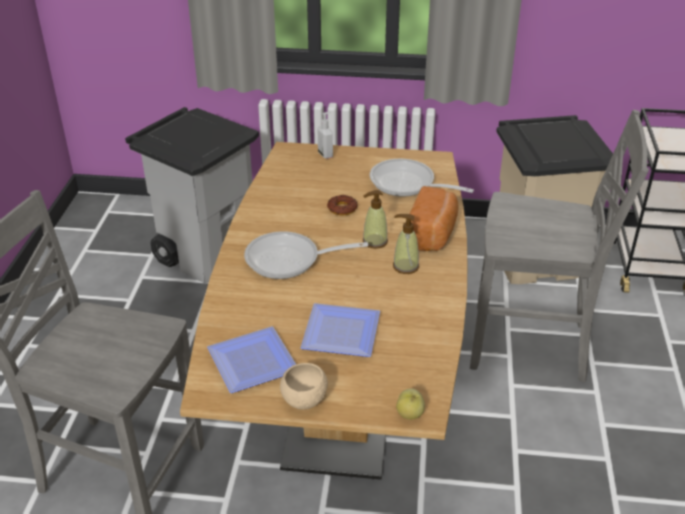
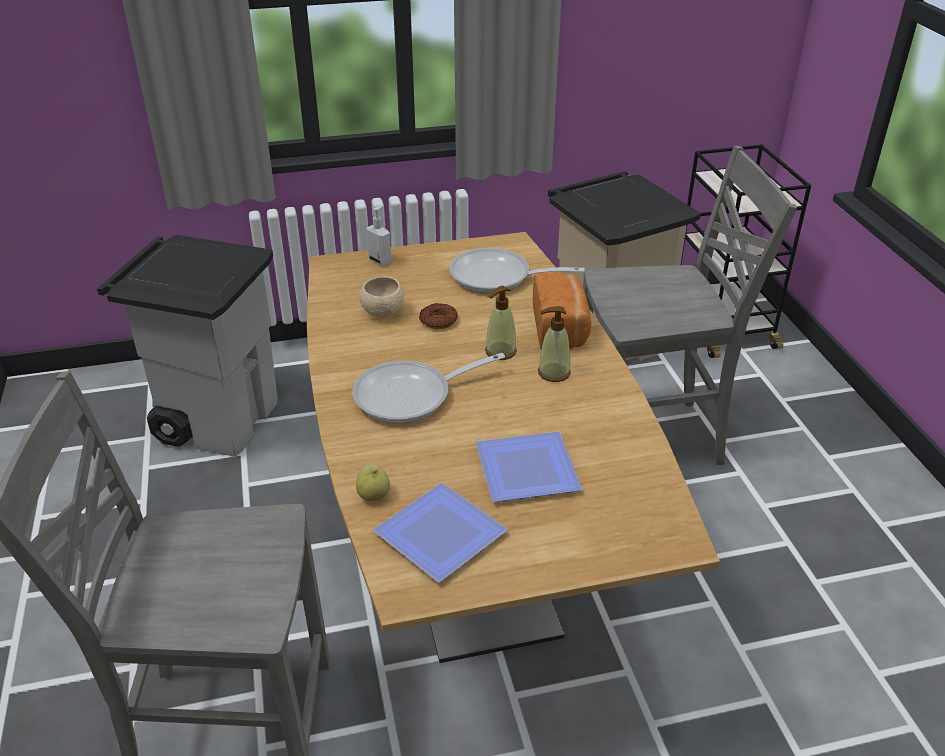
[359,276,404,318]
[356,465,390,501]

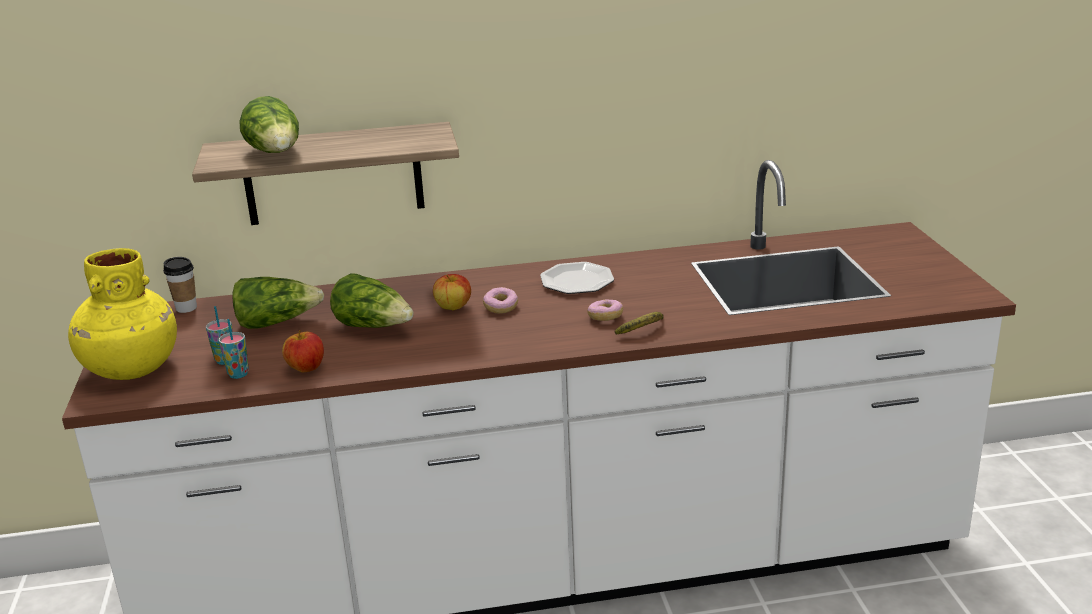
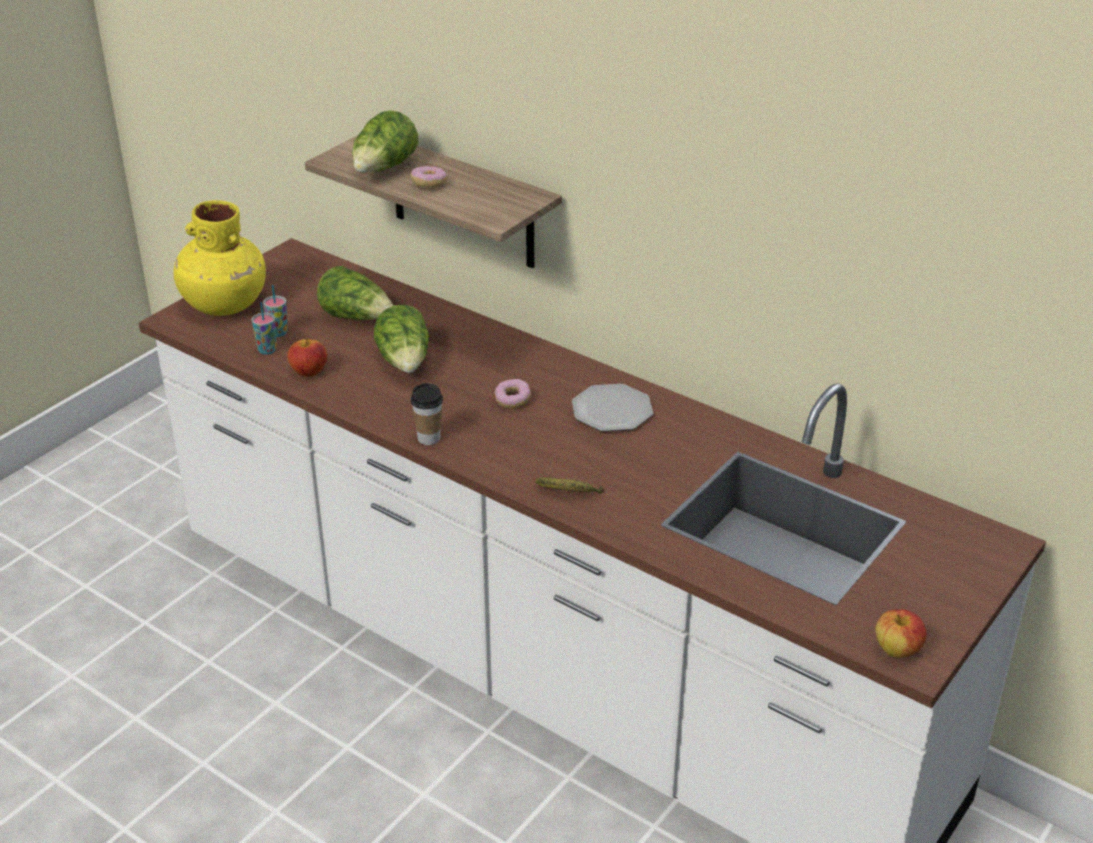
[411,383,443,445]
[875,609,927,658]
[411,166,447,188]

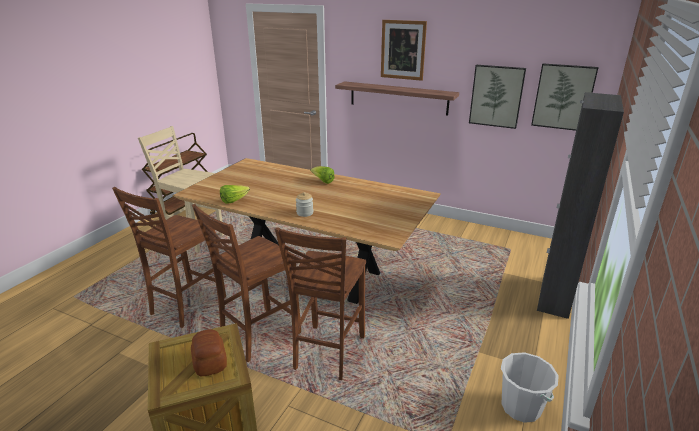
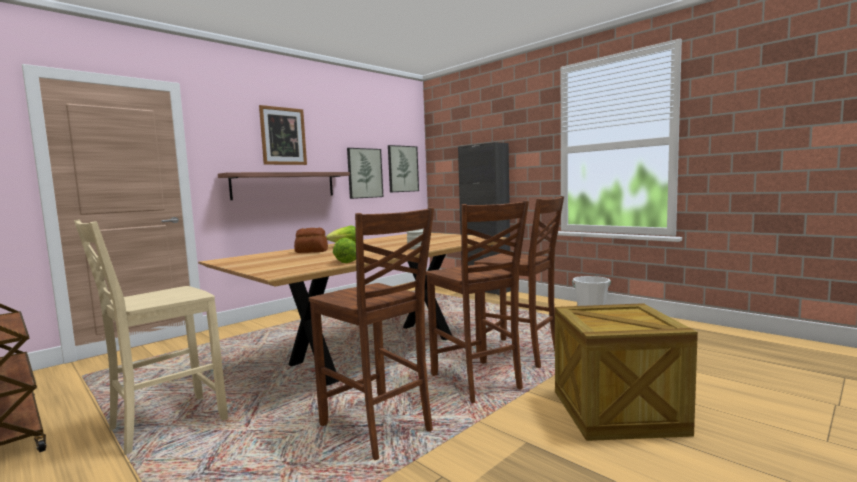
[294,228,328,253]

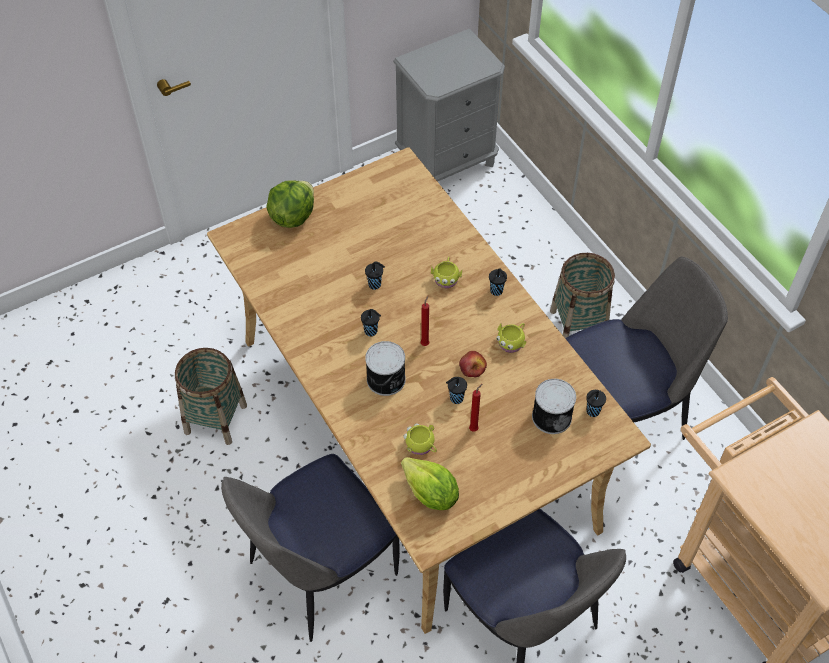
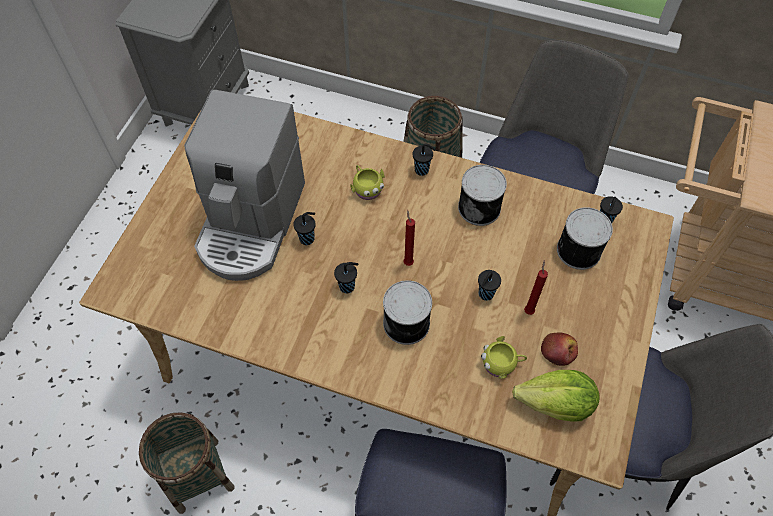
[266,180,314,228] (first image)
[184,89,305,281]
[541,332,578,366]
[458,165,507,226]

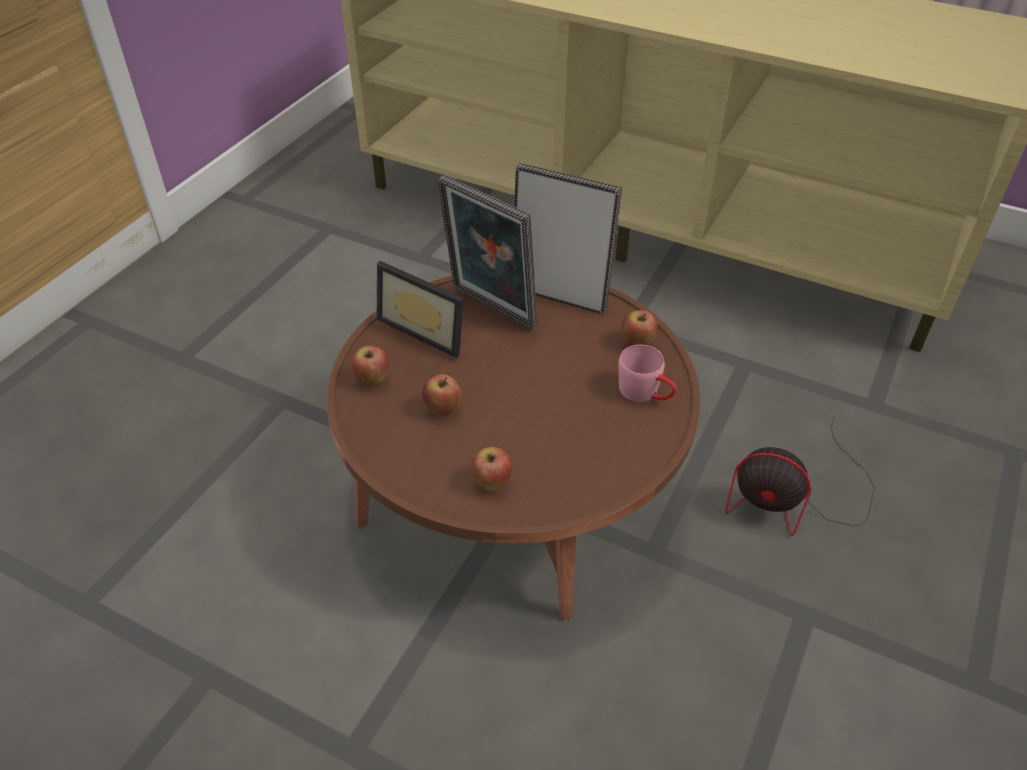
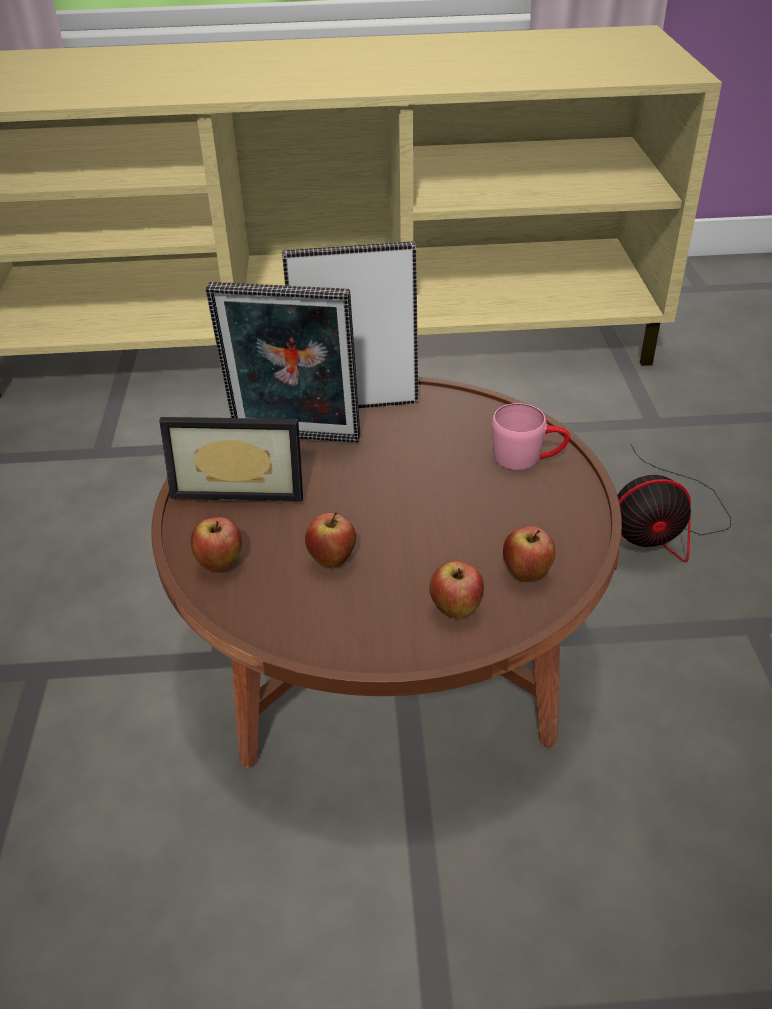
[503,526,555,582]

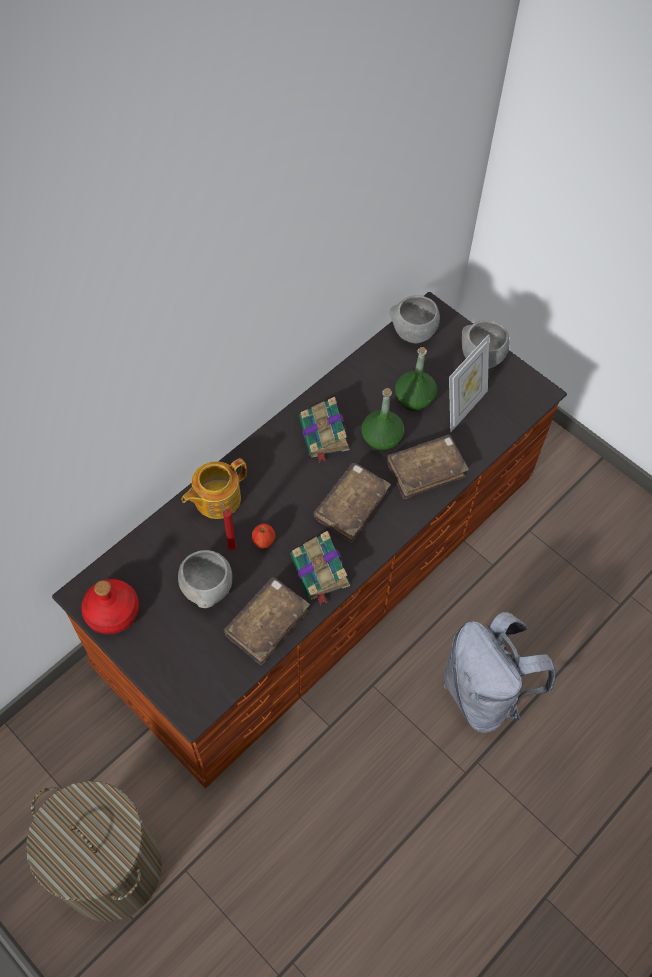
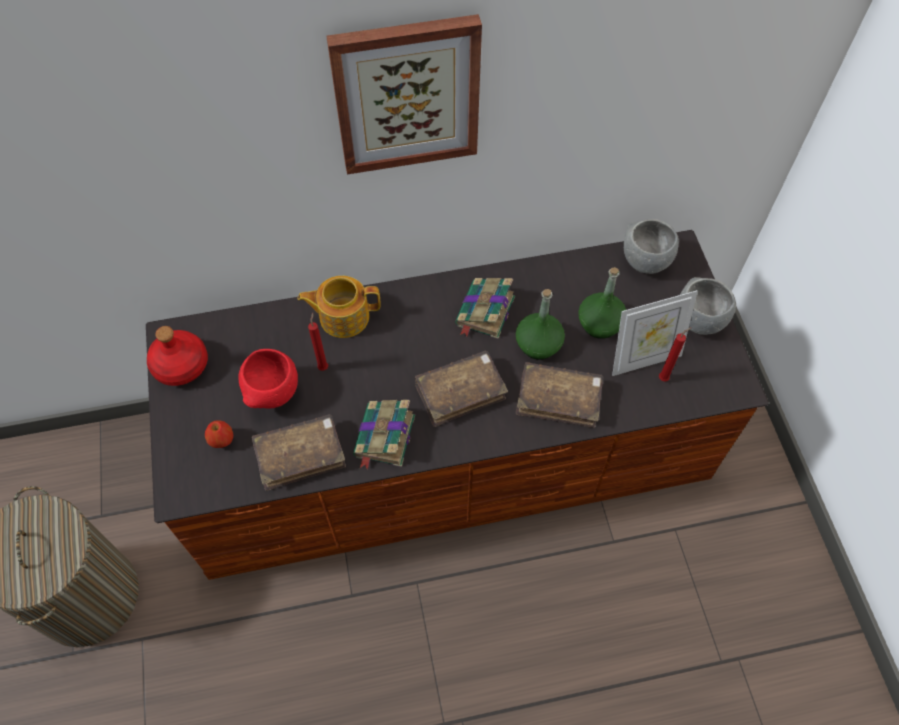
[443,612,556,733] (first image)
[326,14,482,175]
[659,327,691,382]
[205,421,233,448]
[239,349,298,409]

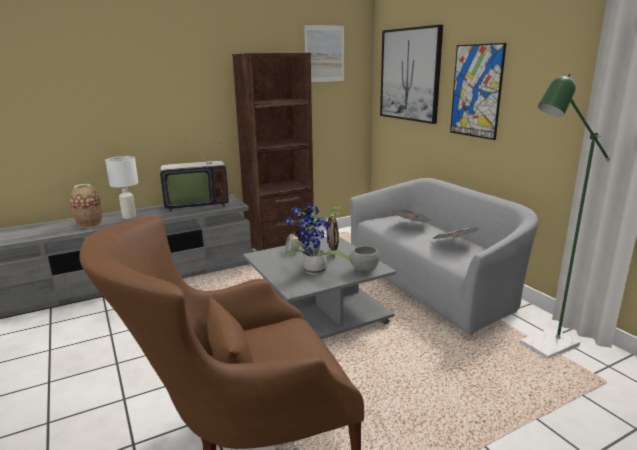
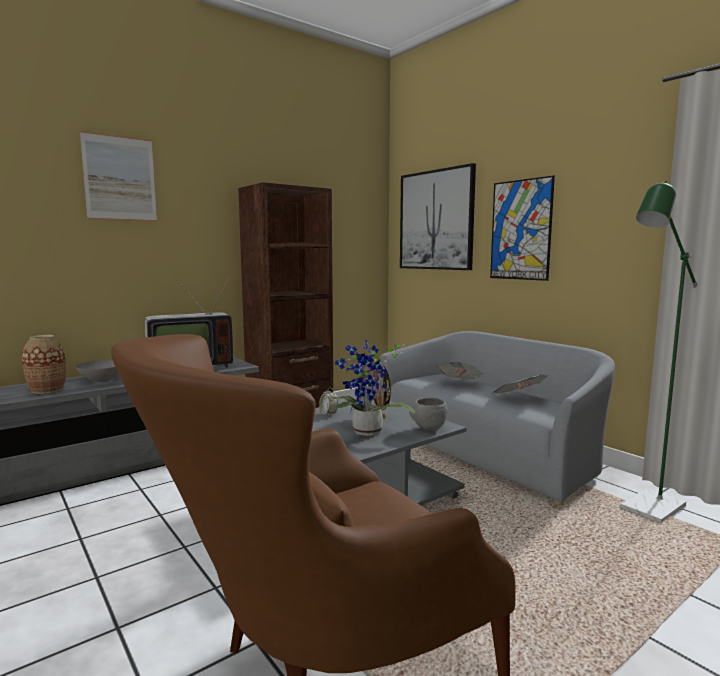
[80,130,157,222]
[76,360,118,382]

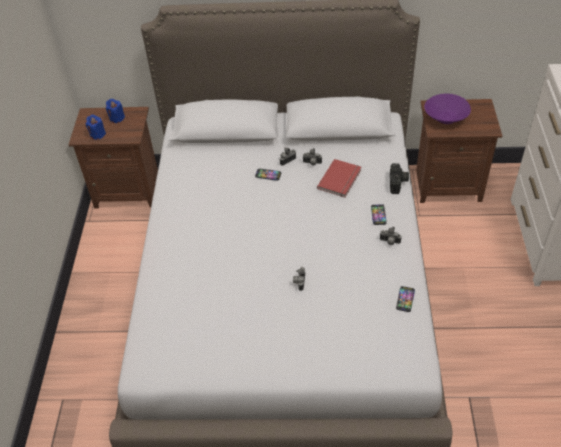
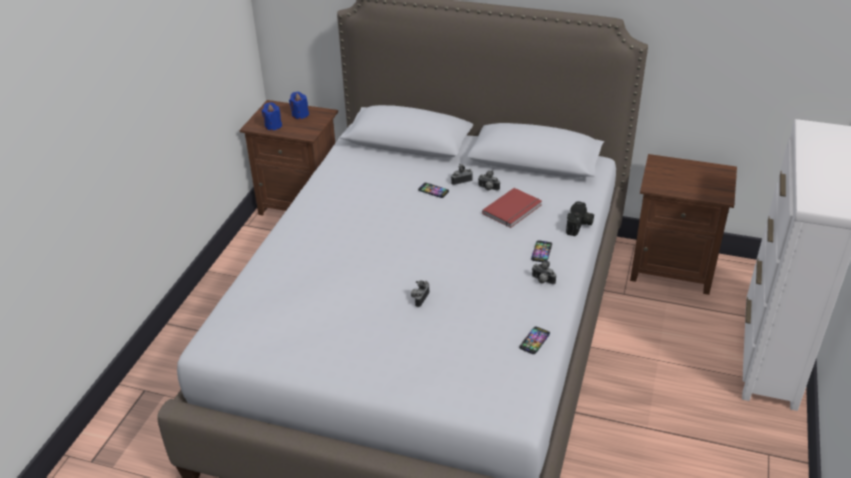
[424,93,471,124] (first image)

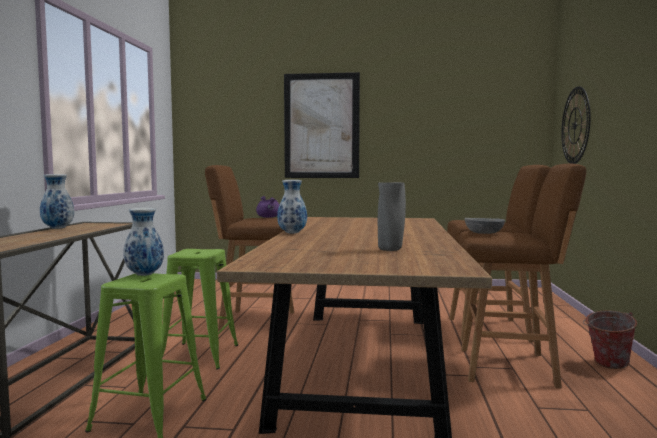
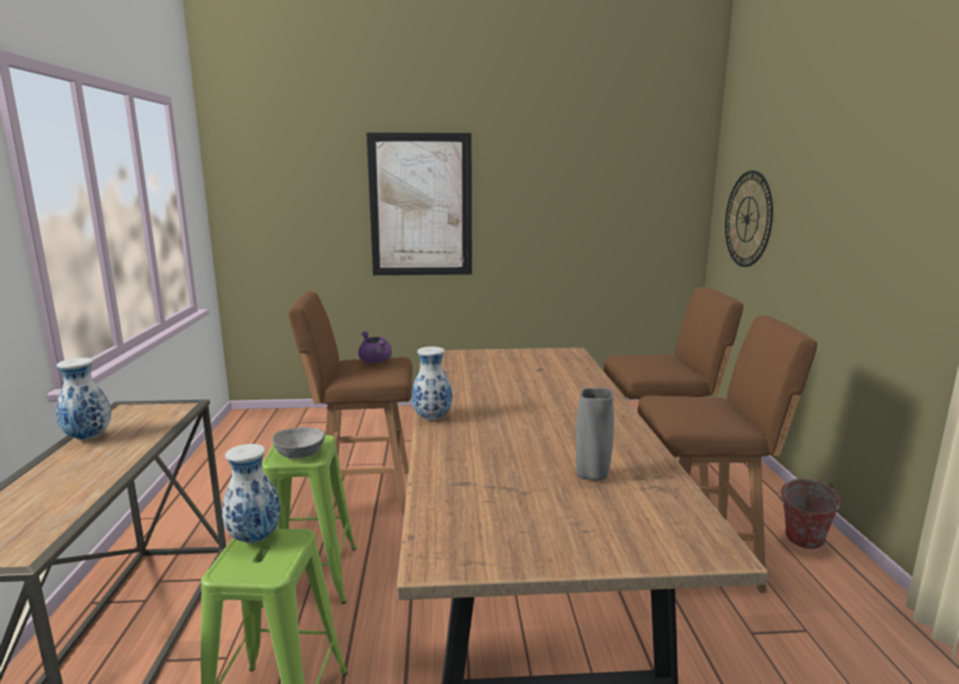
[272,427,325,459]

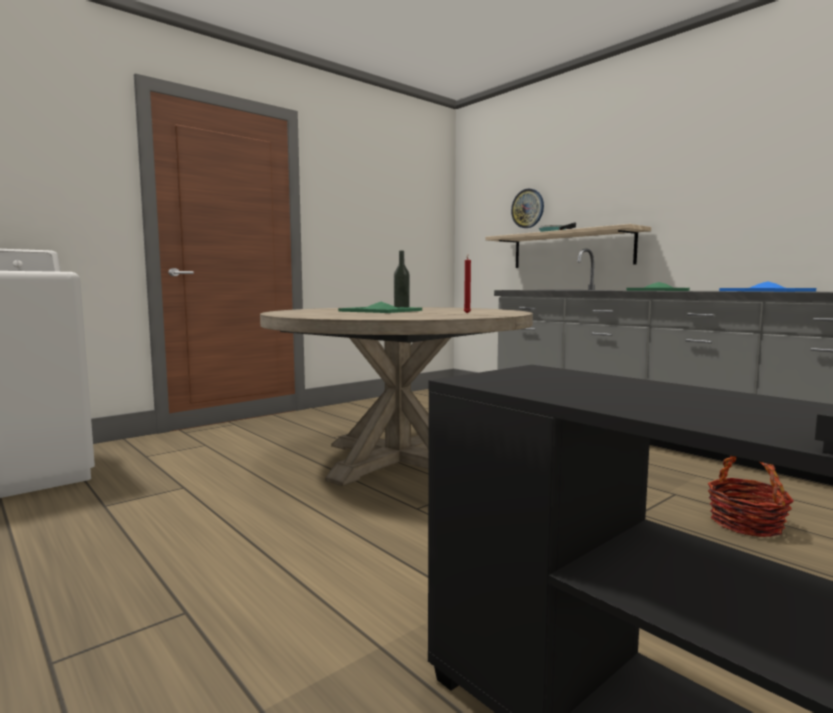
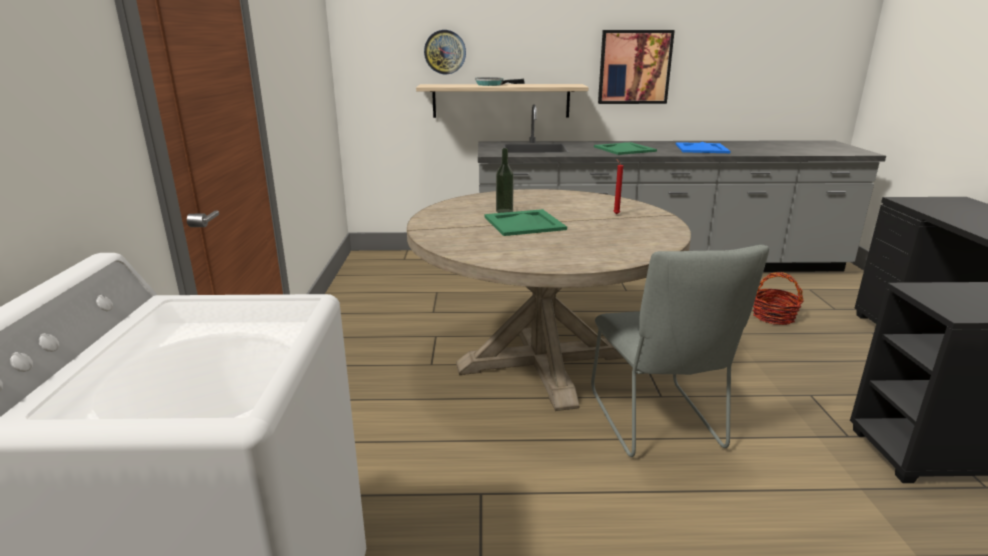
[591,245,769,457]
[598,30,675,104]

